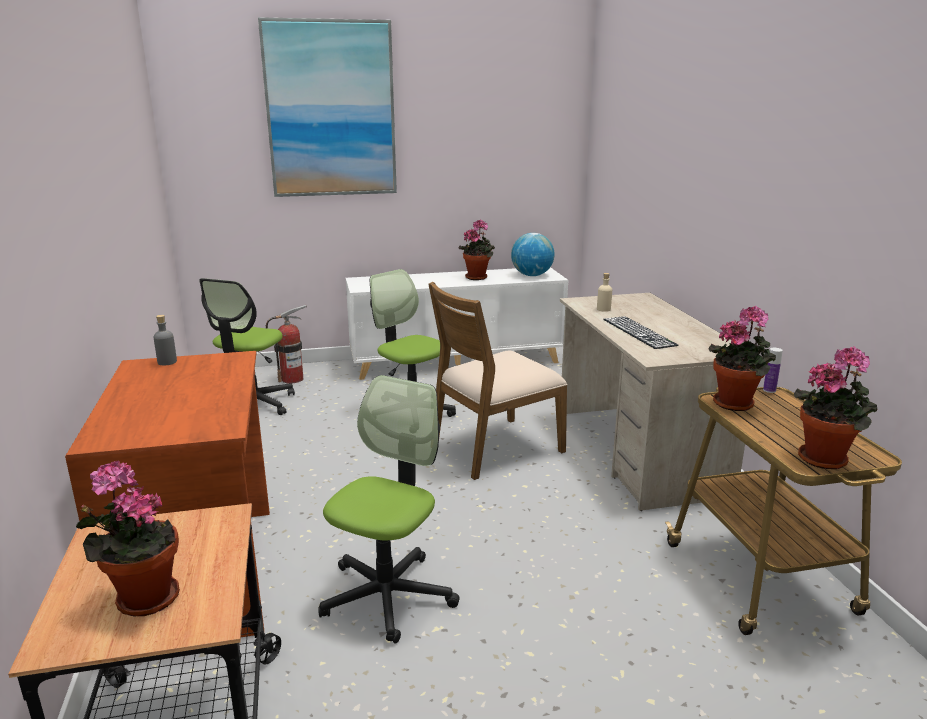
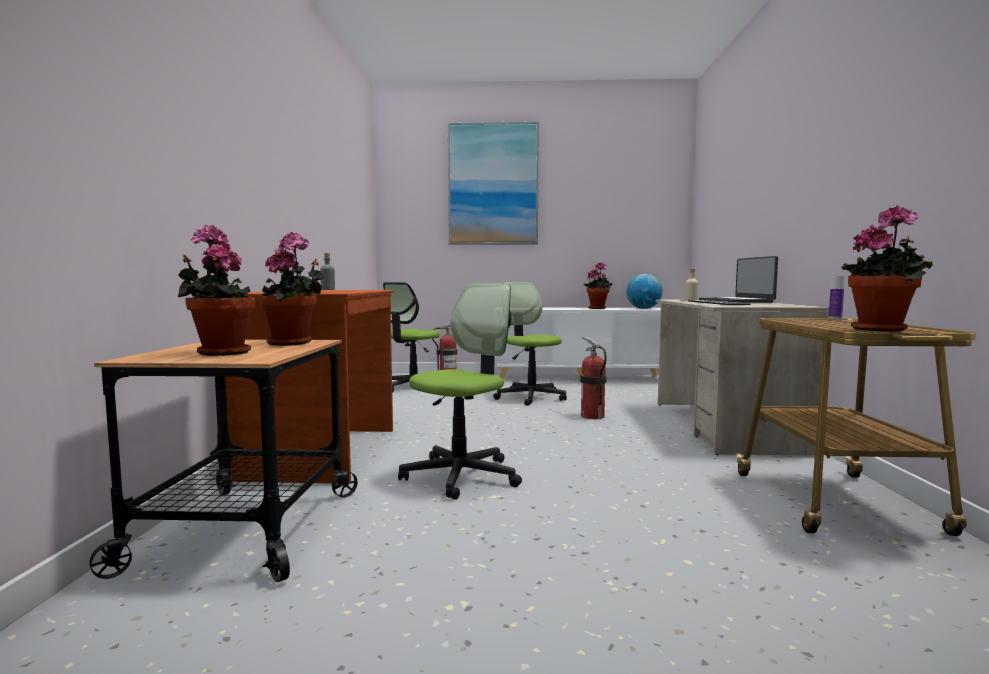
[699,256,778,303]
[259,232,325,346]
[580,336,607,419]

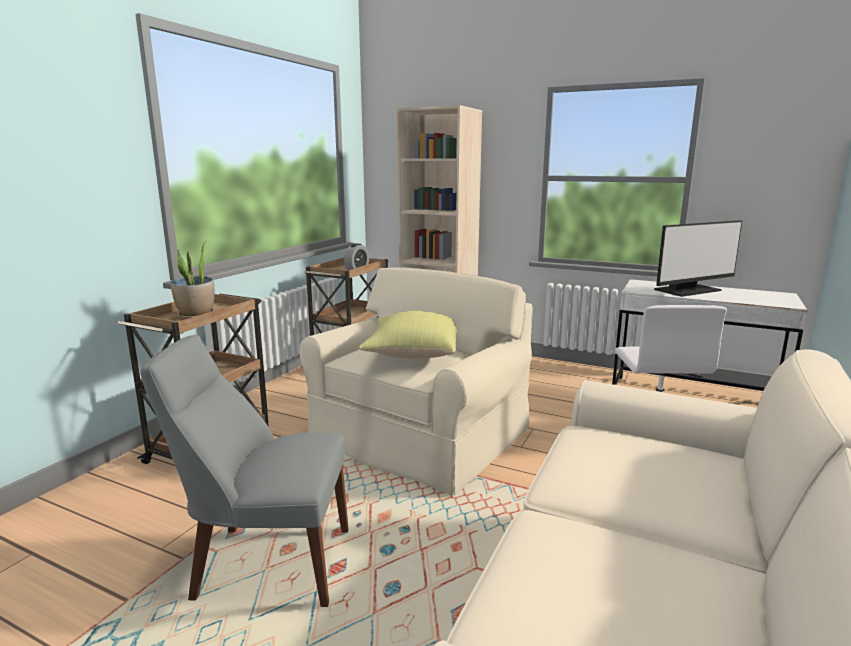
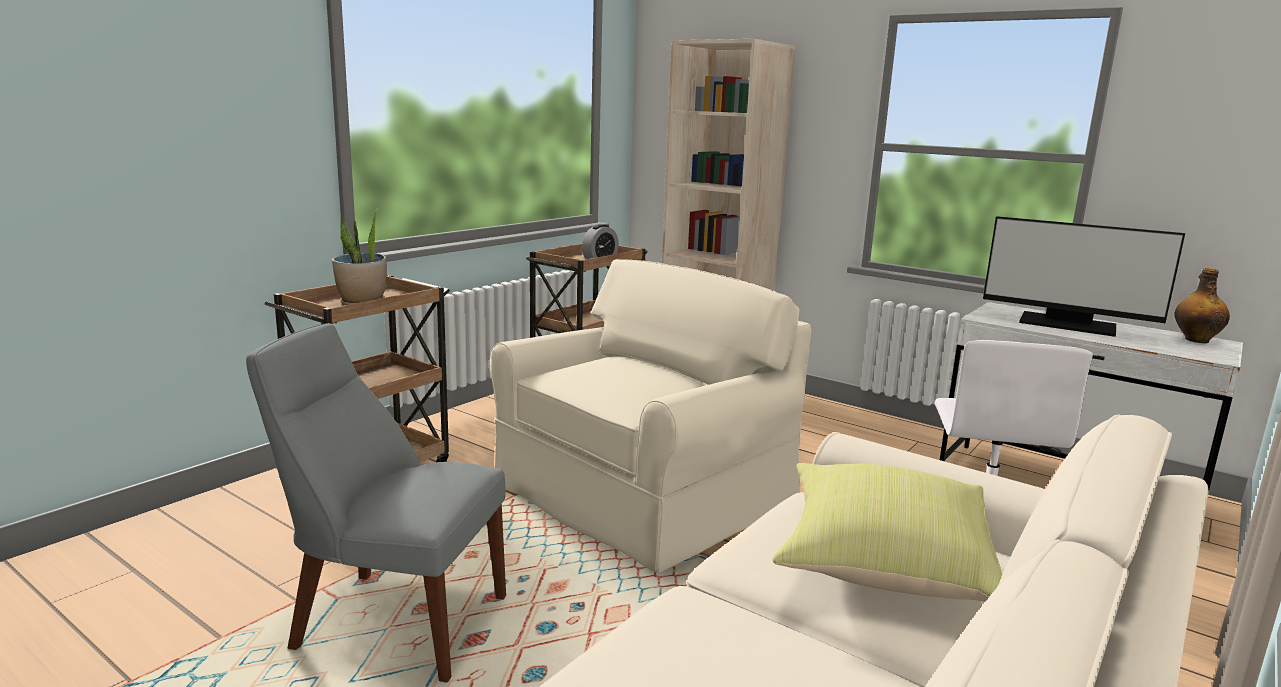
[1175,268,1230,343]
[772,463,1003,602]
[983,216,1185,337]

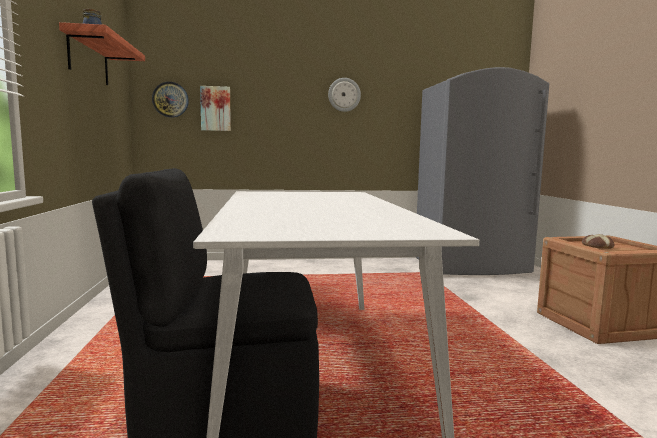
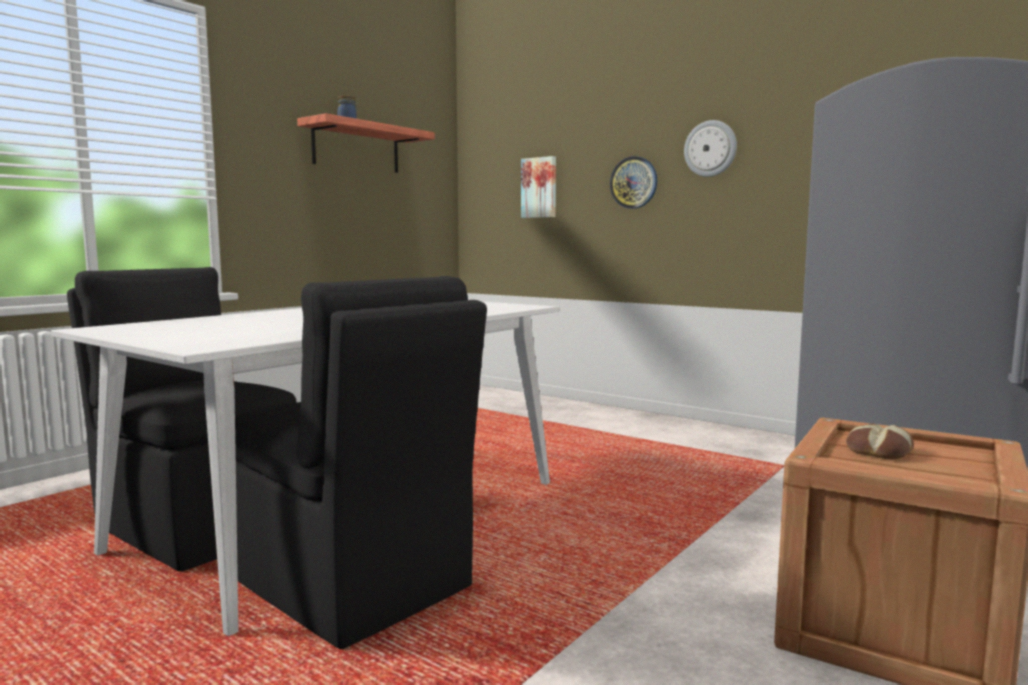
[235,276,487,649]
[610,156,657,209]

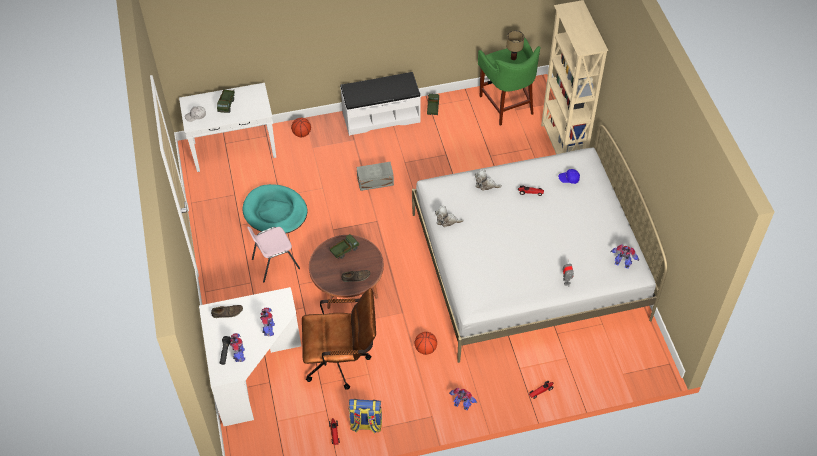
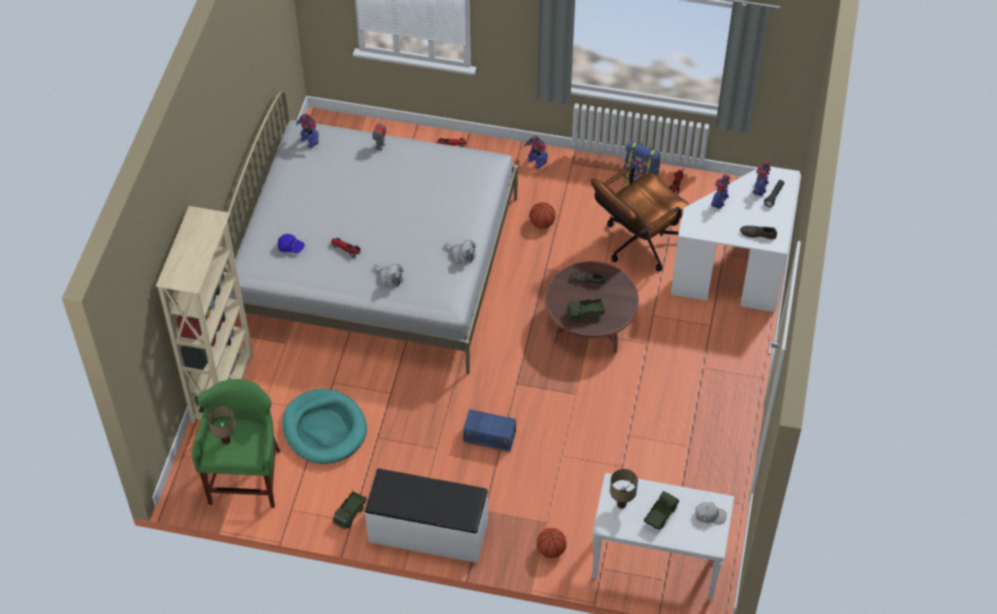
[247,226,300,282] (first image)
[610,469,638,509]
[283,389,367,464]
[463,409,516,452]
[591,166,690,271]

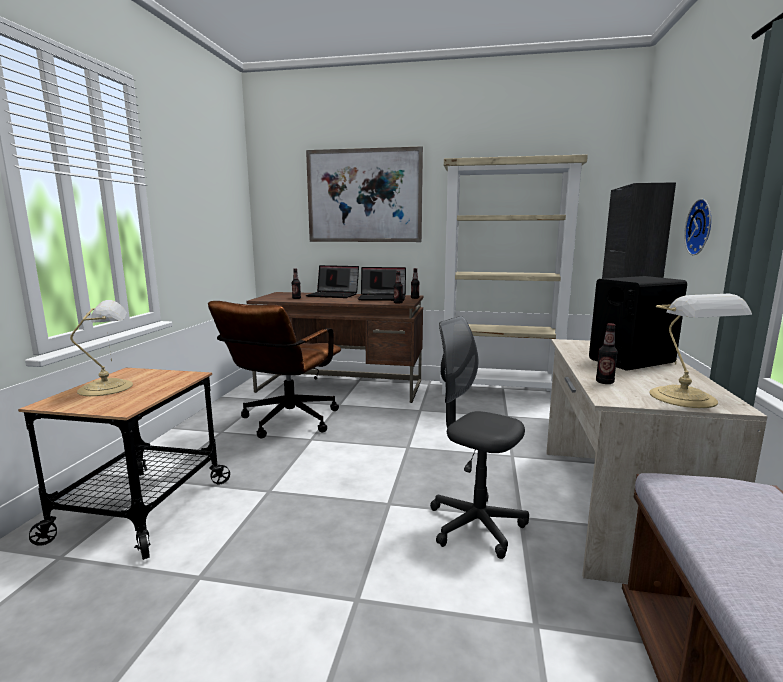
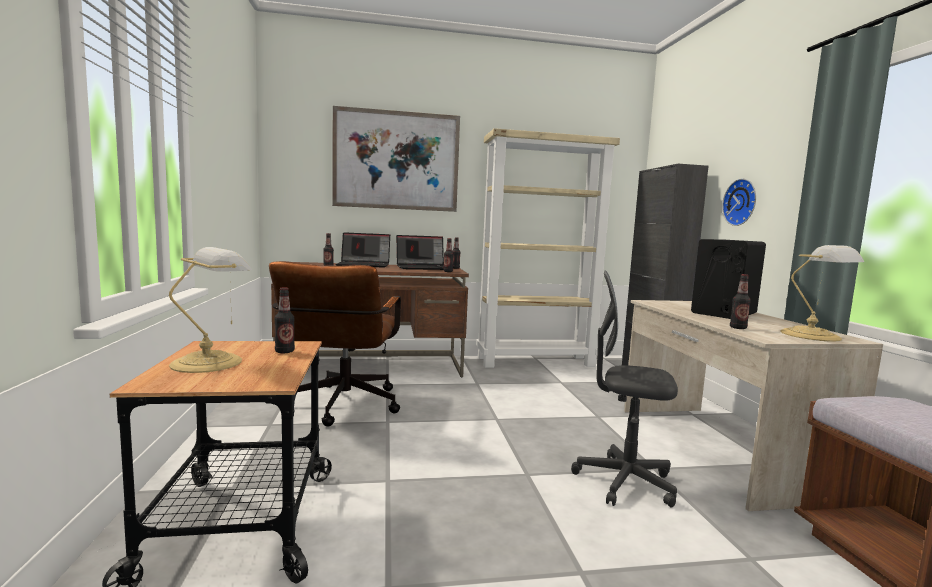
[274,287,295,353]

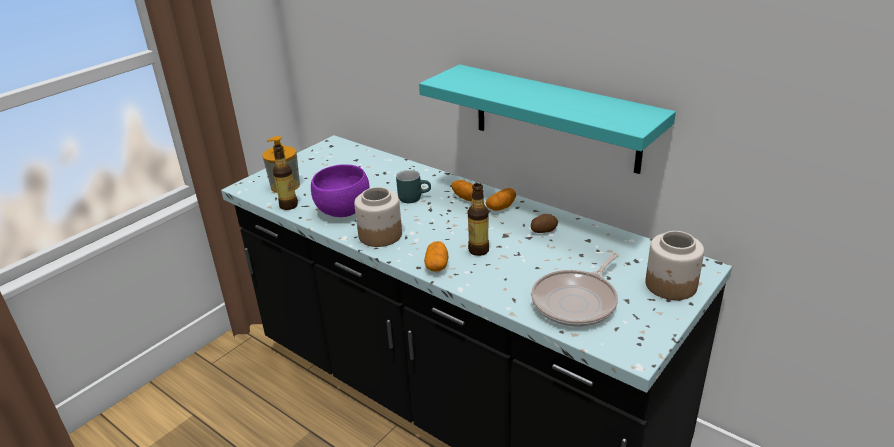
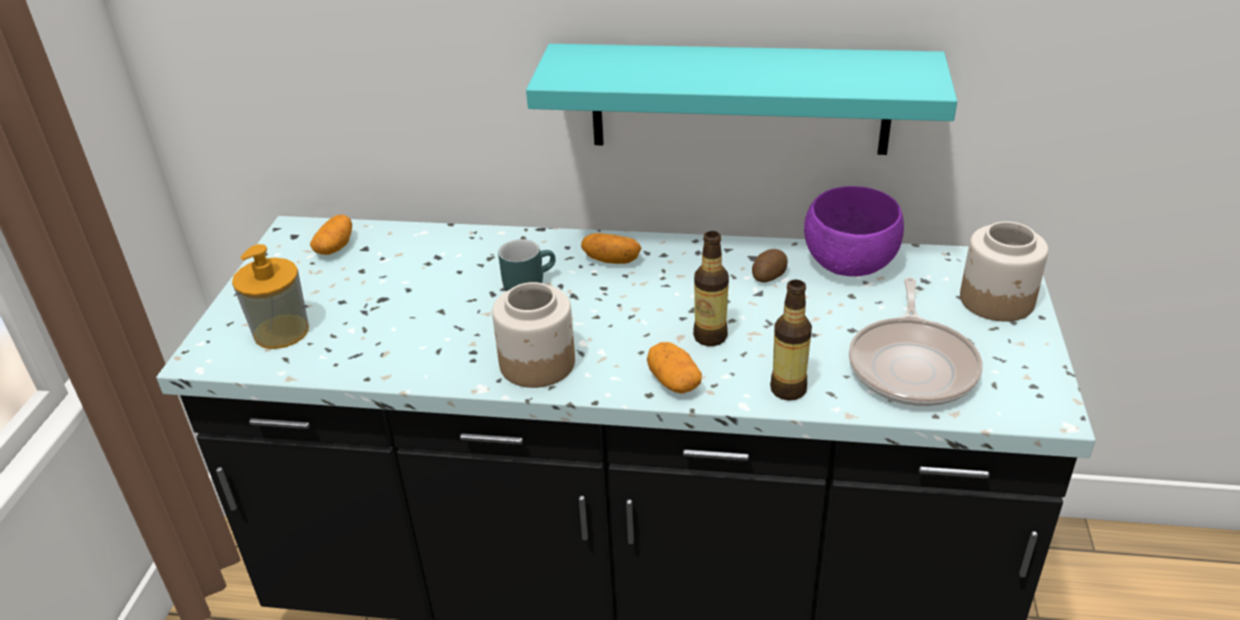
[770,280,812,401]
[804,186,904,276]
[310,215,352,255]

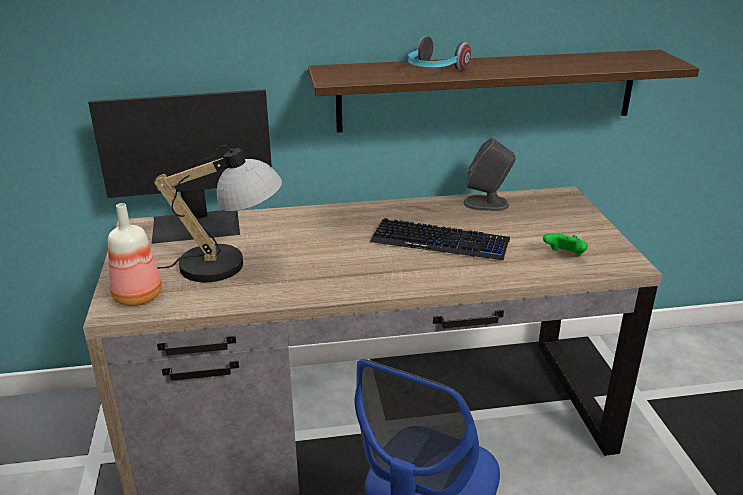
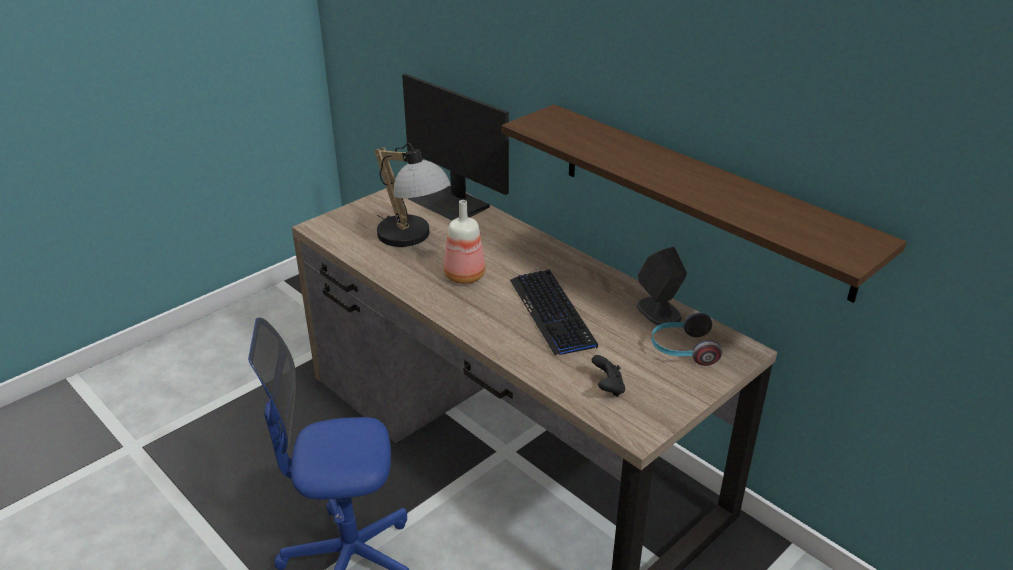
[444,200,485,284]
[652,313,722,366]
[592,355,625,397]

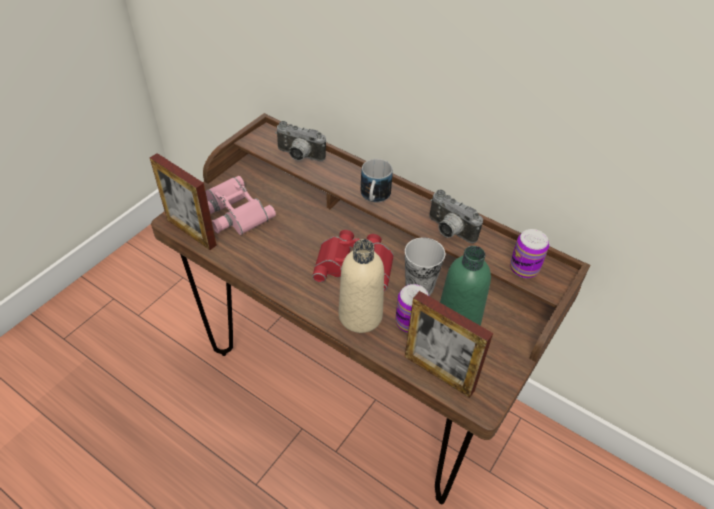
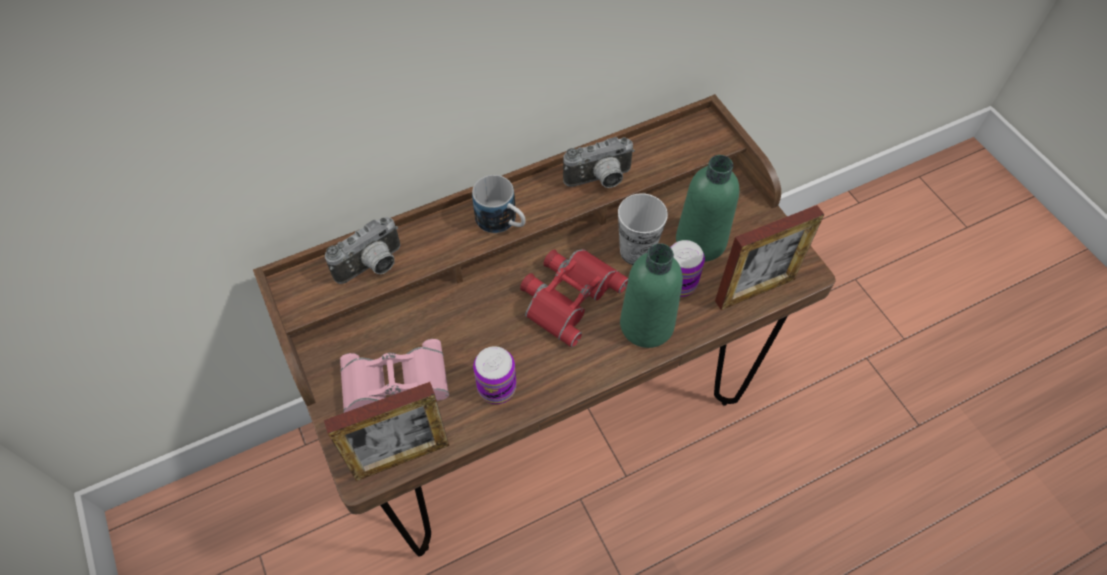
[473,346,517,404]
[620,243,683,348]

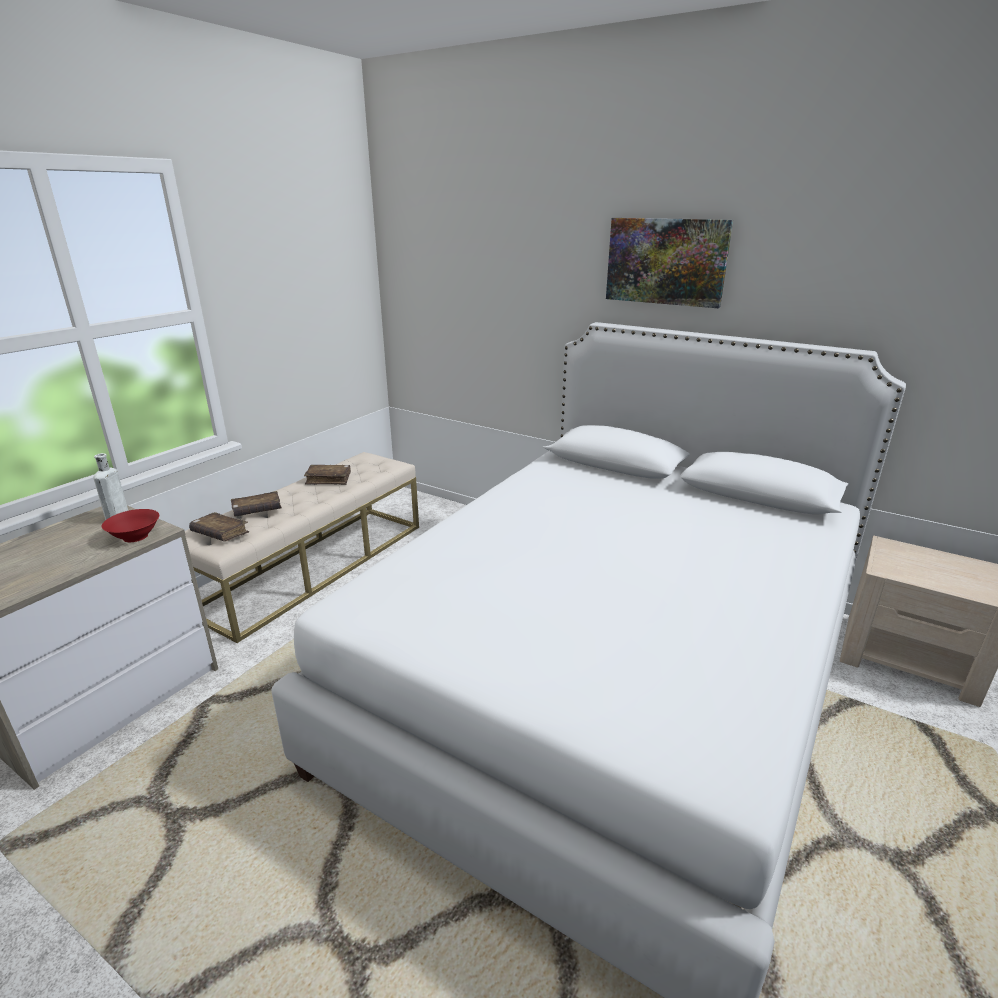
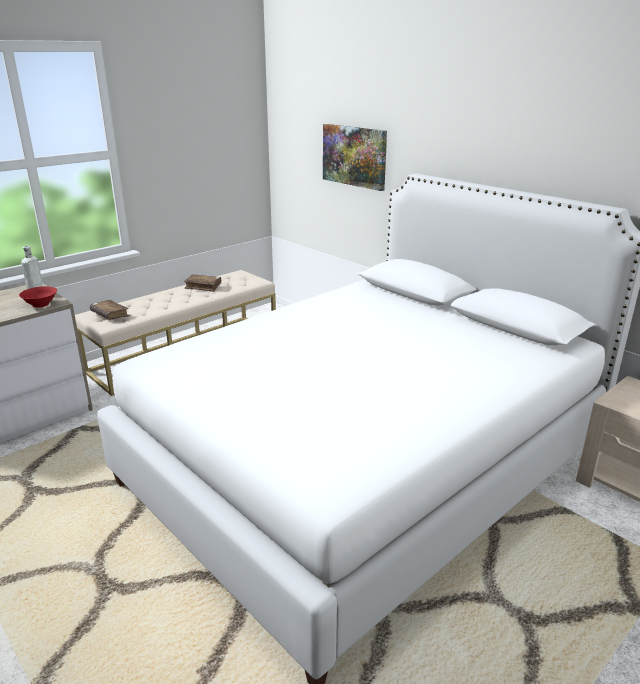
[231,491,282,517] (first image)
[323,124,387,191]

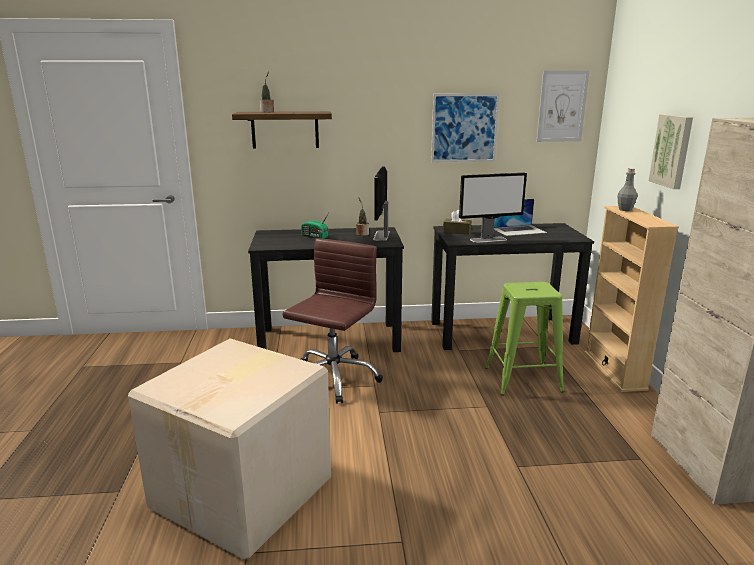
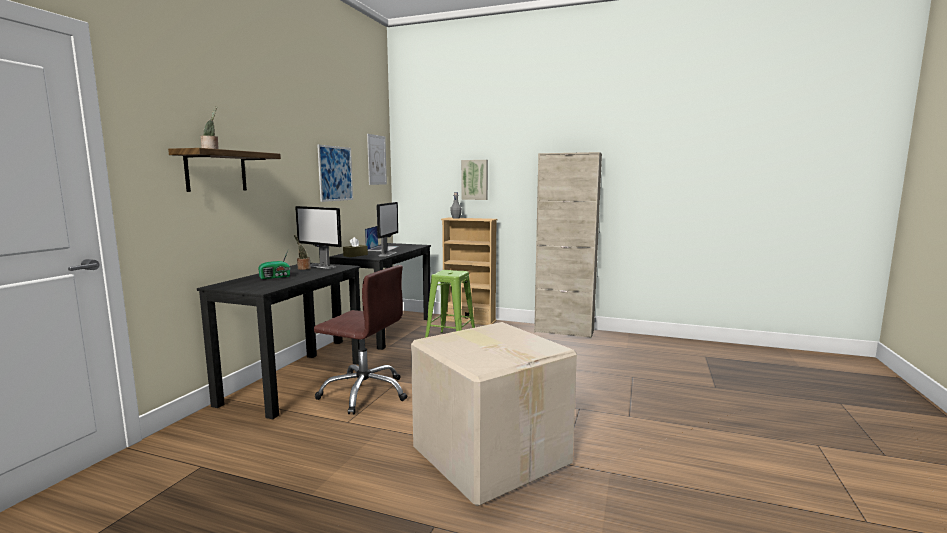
[314,265,407,414]

